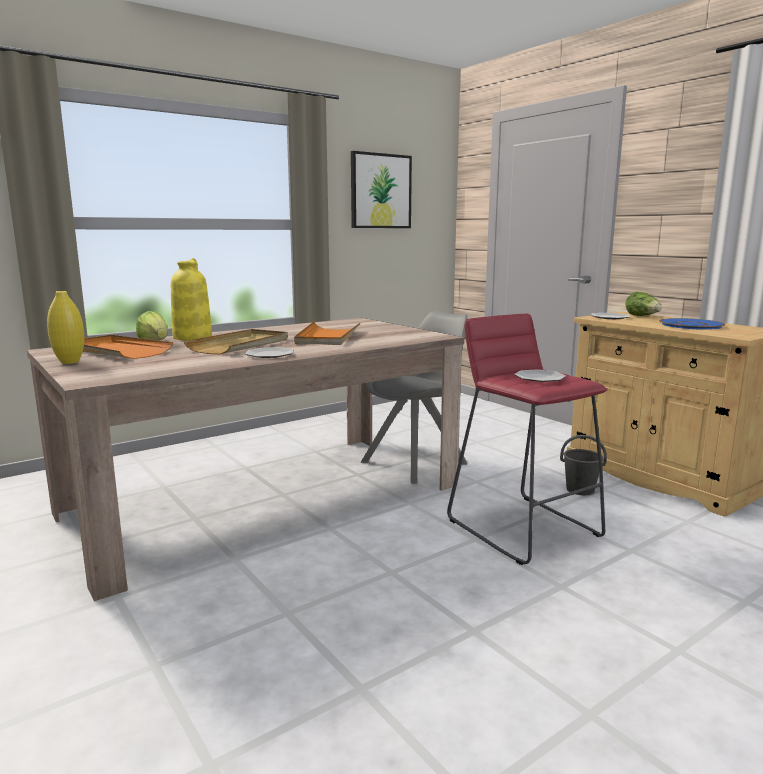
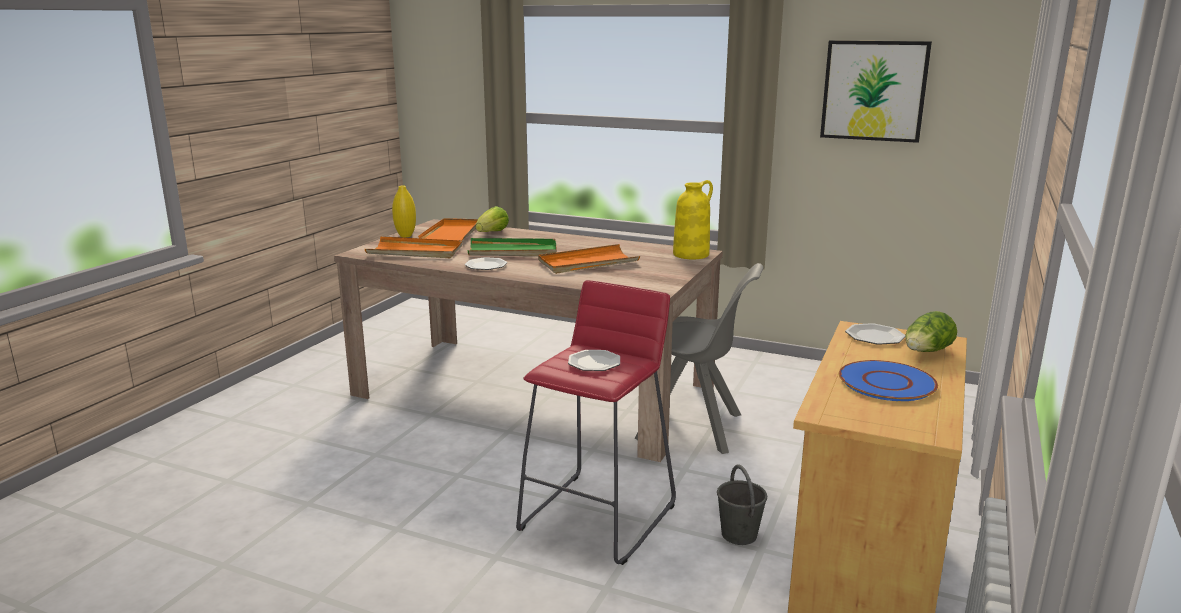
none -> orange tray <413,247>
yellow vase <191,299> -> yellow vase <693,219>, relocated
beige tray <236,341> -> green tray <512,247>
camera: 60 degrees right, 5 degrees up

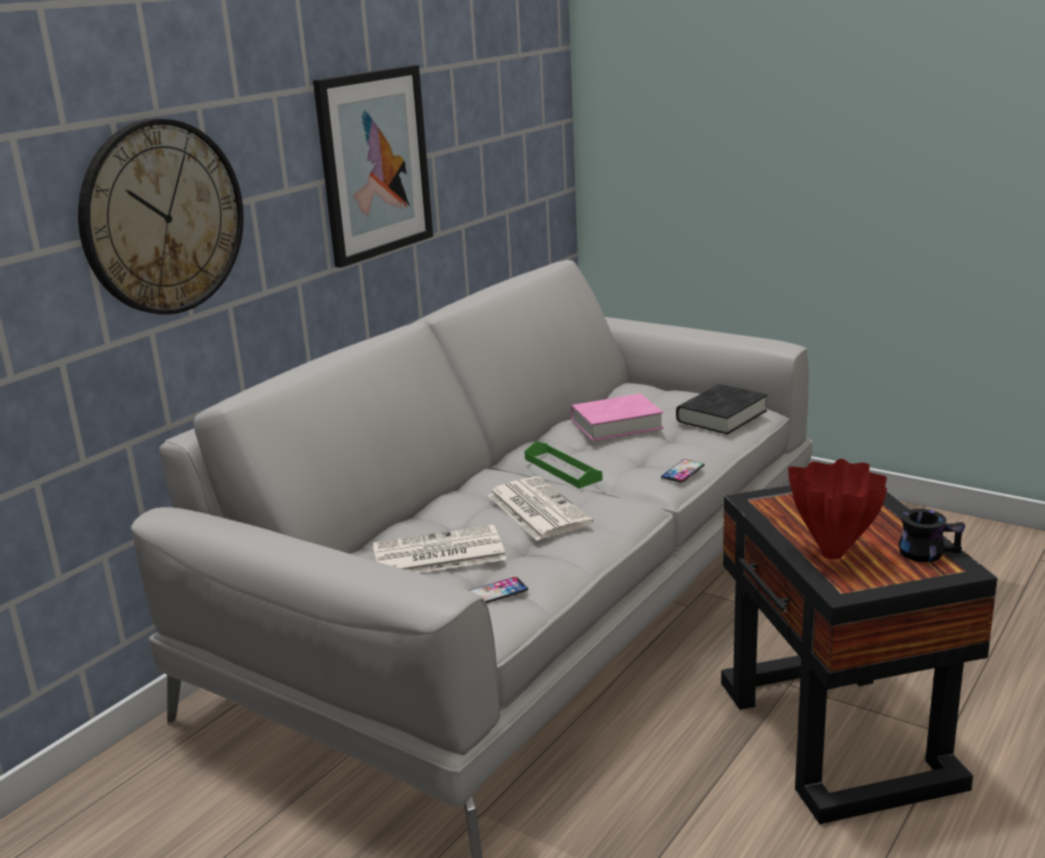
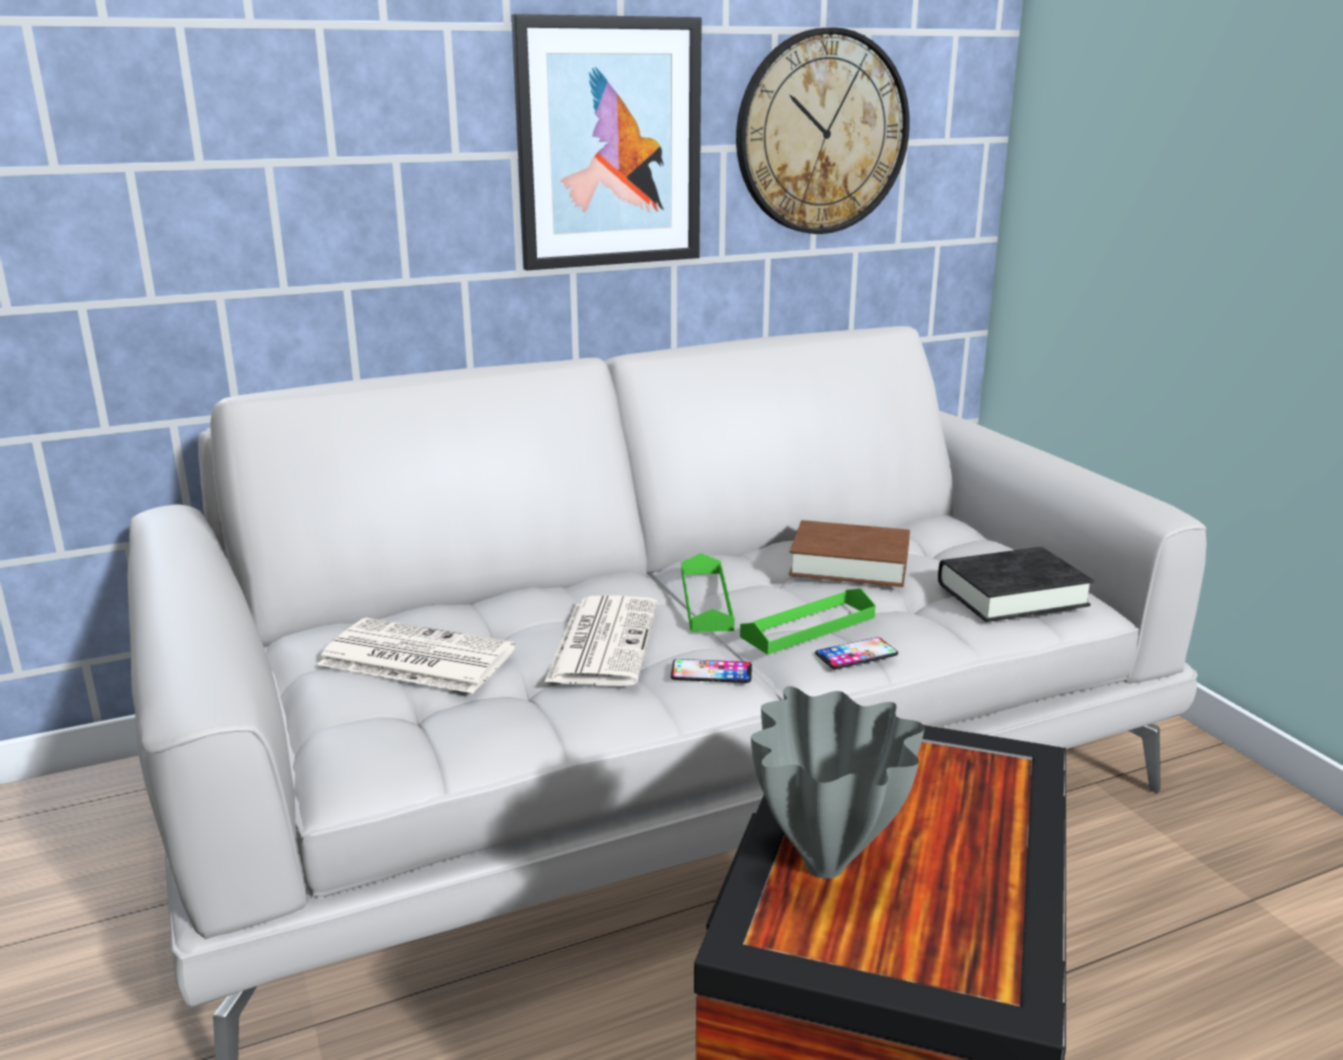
black mug <932,535> -> none
none -> green tray <808,621>
wall clock <161,217> -> wall clock <823,130>, relocated
phone <498,590> -> phone <711,671>, relocated
pink book <617,417> -> brown book <849,553>
red vase <837,509> -> grey vase <838,782>
camera: 30 degrees right, 0 degrees up

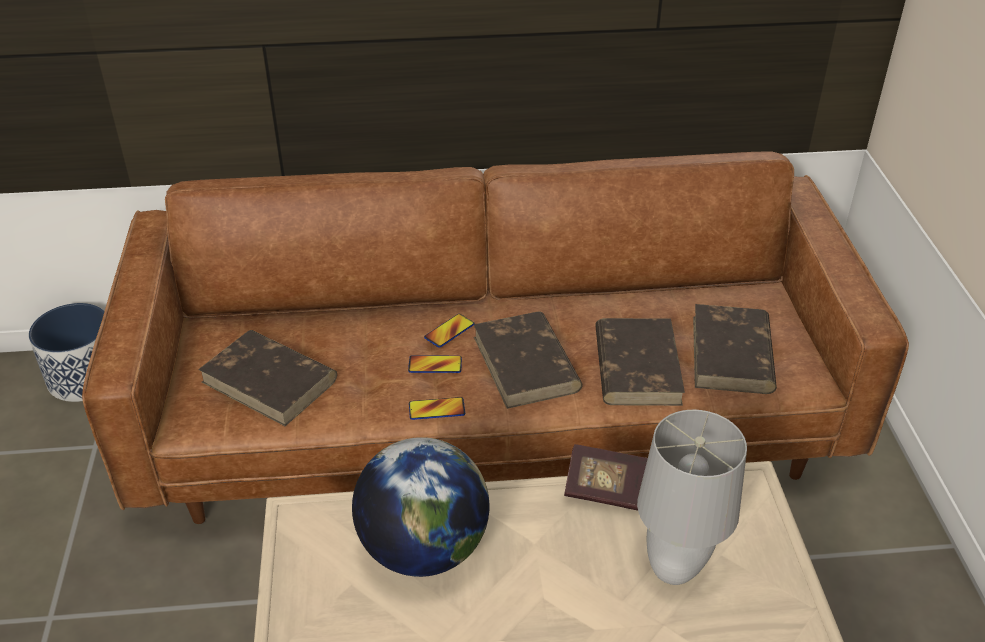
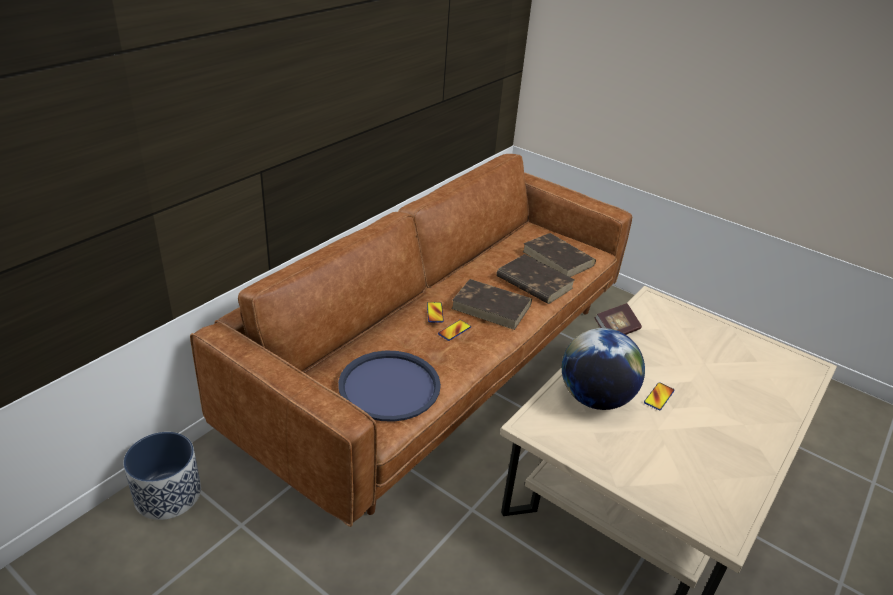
grey table lamp <692,497> -> none
phone <437,408> -> phone <659,396>, relocated
brown book <267,378> -> blue tray <389,386>
camera: 50 degrees left, 5 degrees down

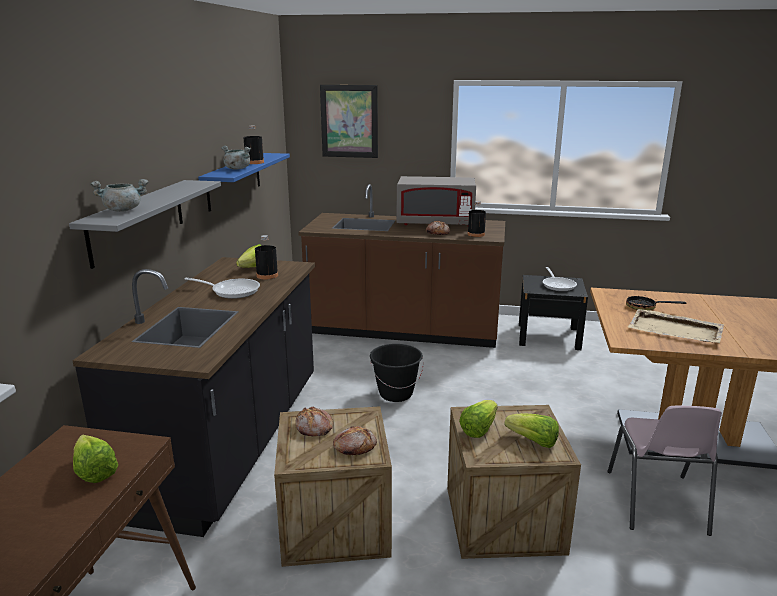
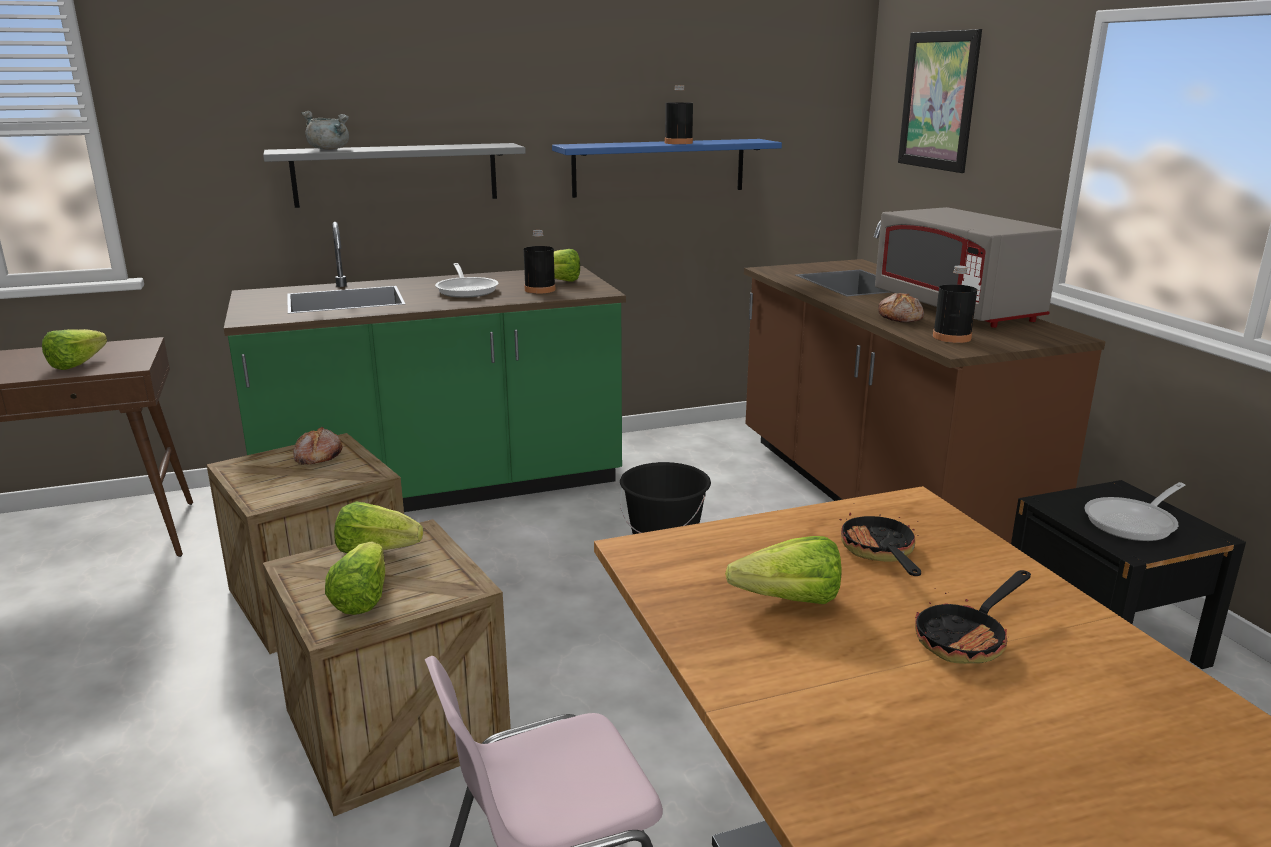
grey cooking pot <236,158> -> none
bread <355,440> -> none
none -> frying pan <973,617>
beige tray <676,326> -> lettuce <783,570>
black counter <193,397> -> green counter <425,367>
camera: 60 degrees right, 0 degrees up

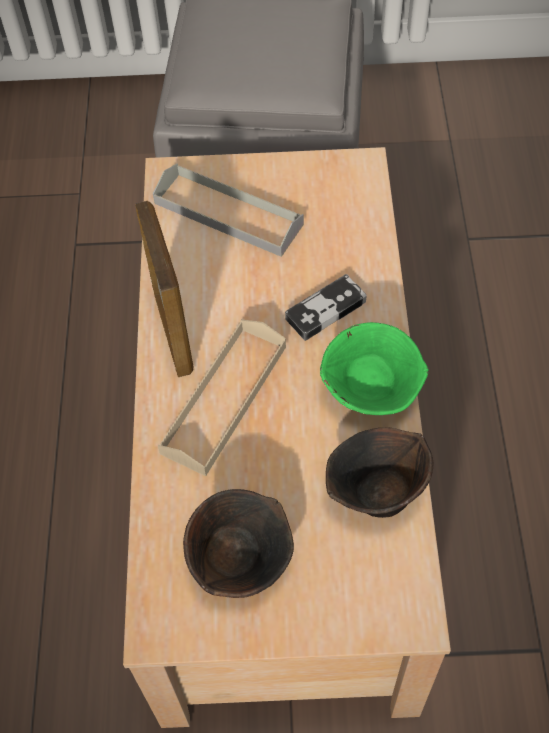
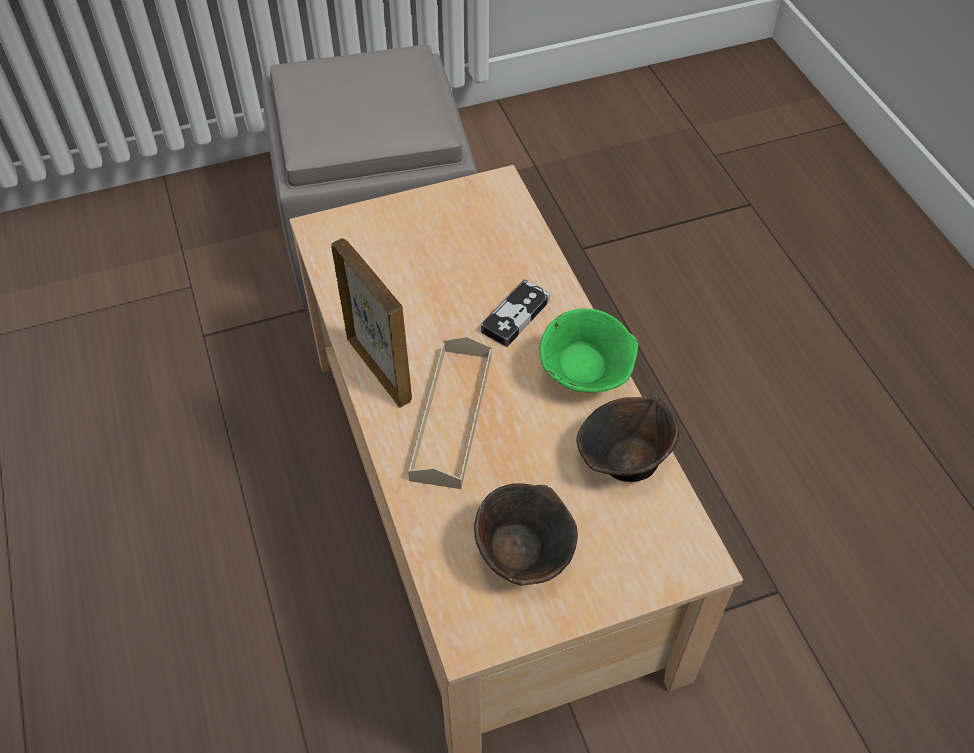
grey tray <228,210> -> none
camera: 20 degrees left, 5 degrees down

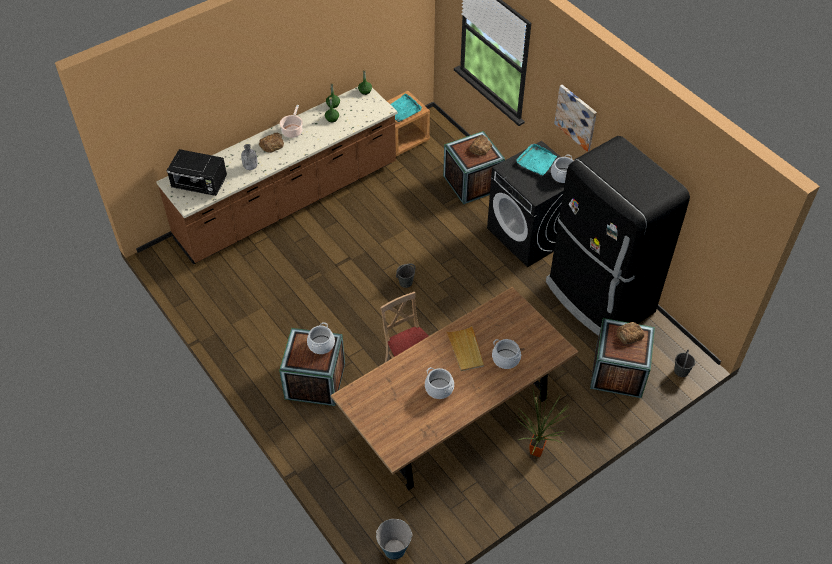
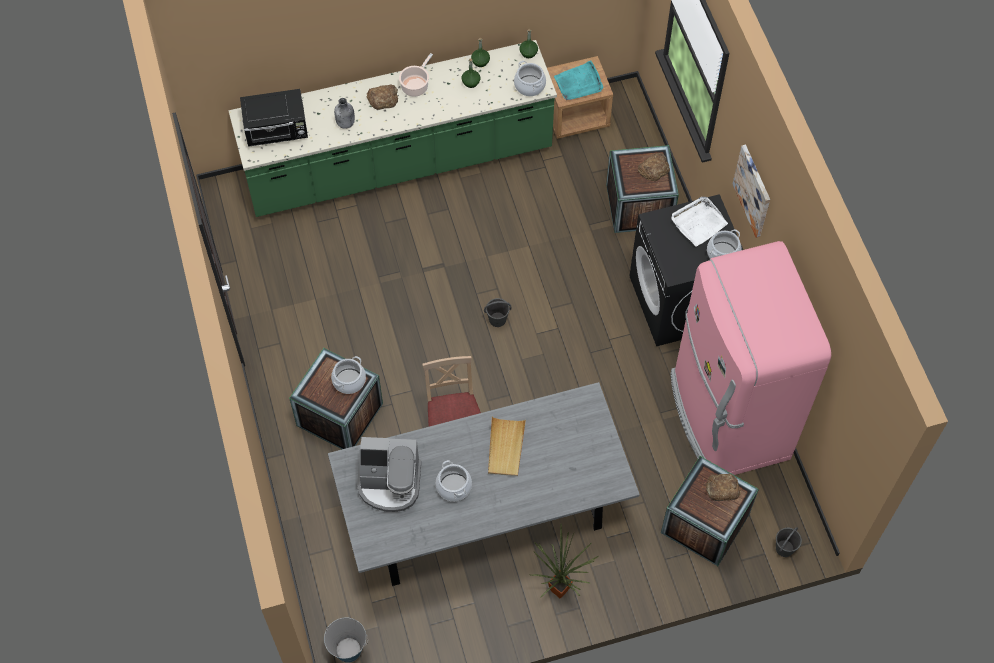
none -> coffee machine <389,474>
cooking pot <507,354> -> cooking pot <530,78>, relocated
brown counter <276,176> -> green counter <393,128>
brown dining table <454,388> -> grey dining table <484,484>
turquoise tray <536,159> -> white tray <699,222>
black fridge <618,236> -> pink fridge <751,358>
black microwave <197,172> -> black microwave <274,118>, 45 degrees counterclockwise
camera: 20 degrees right, 10 degrees up

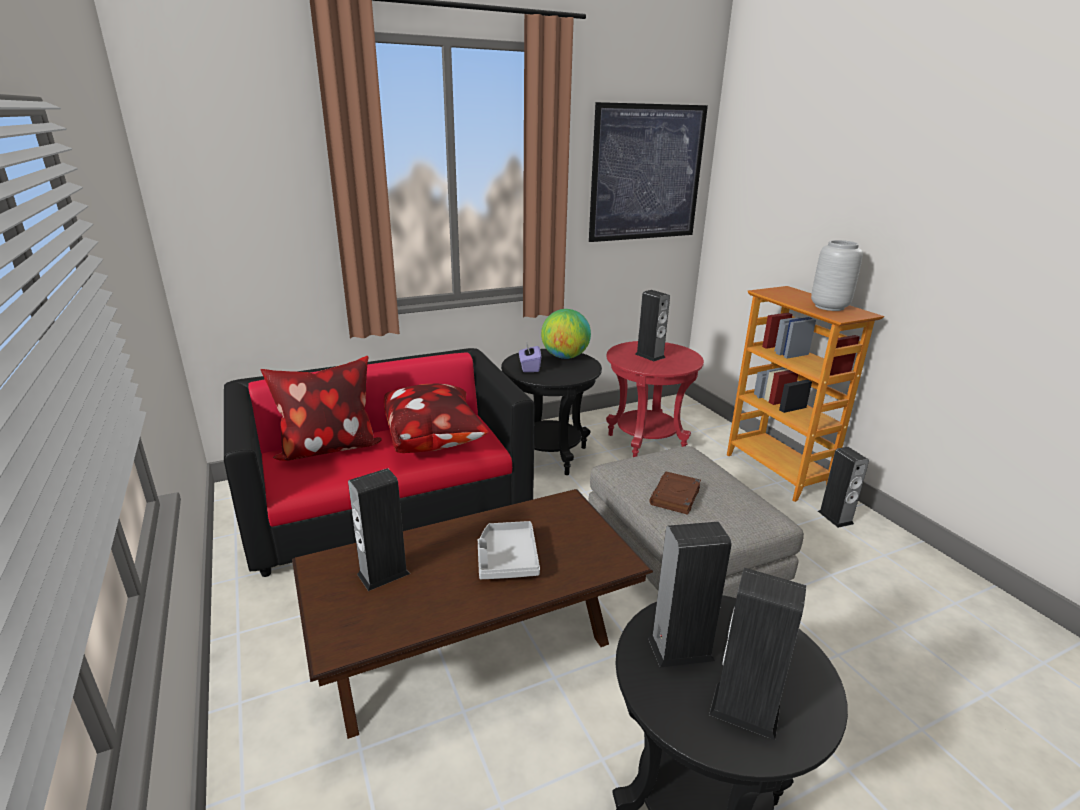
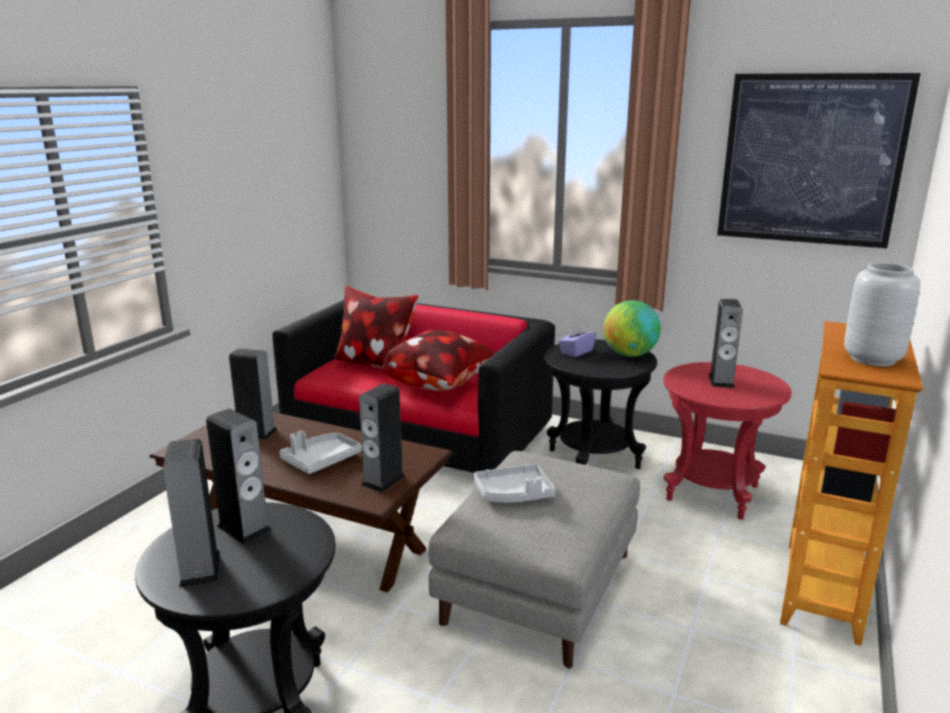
speaker <843,487> -> speaker <382,438>, relocated
brown book <675,493> -> grey tray <514,483>
camera: 50 degrees right, 5 degrees down

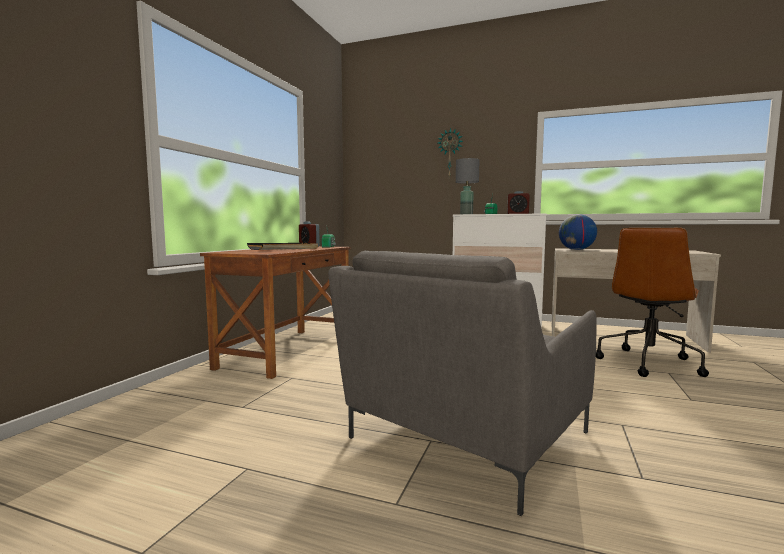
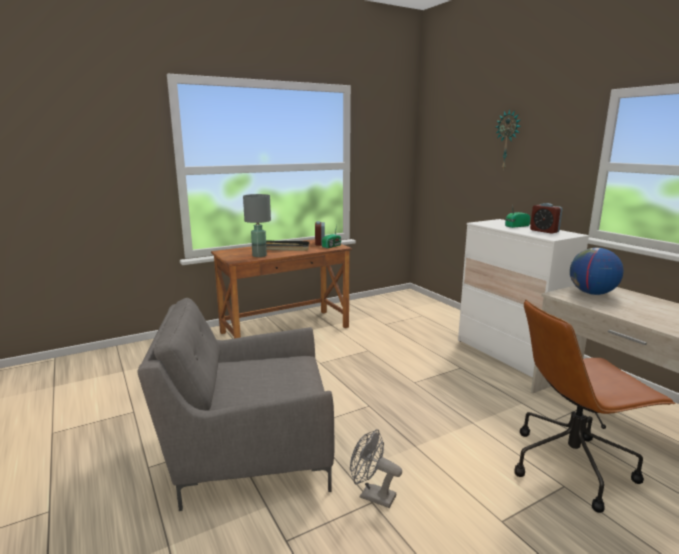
none -> grey fan <376,468>
grey table lamp <468,186> -> grey table lamp <257,225>, relocated
camera: 40 degrees right, 10 degrees up

